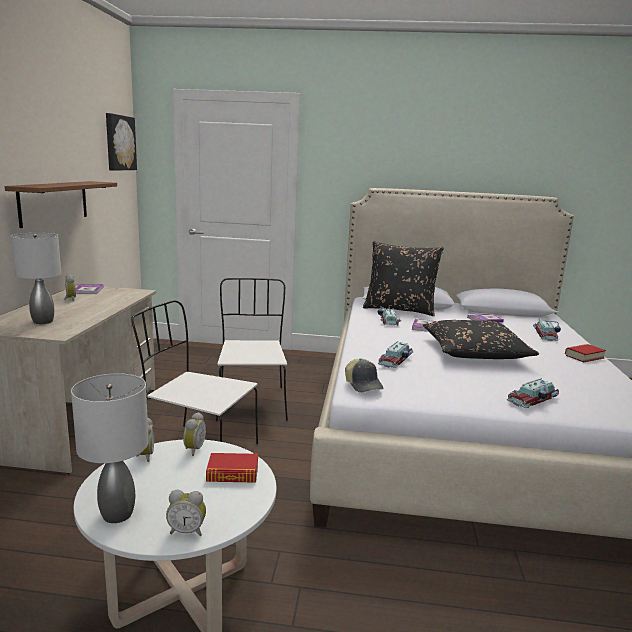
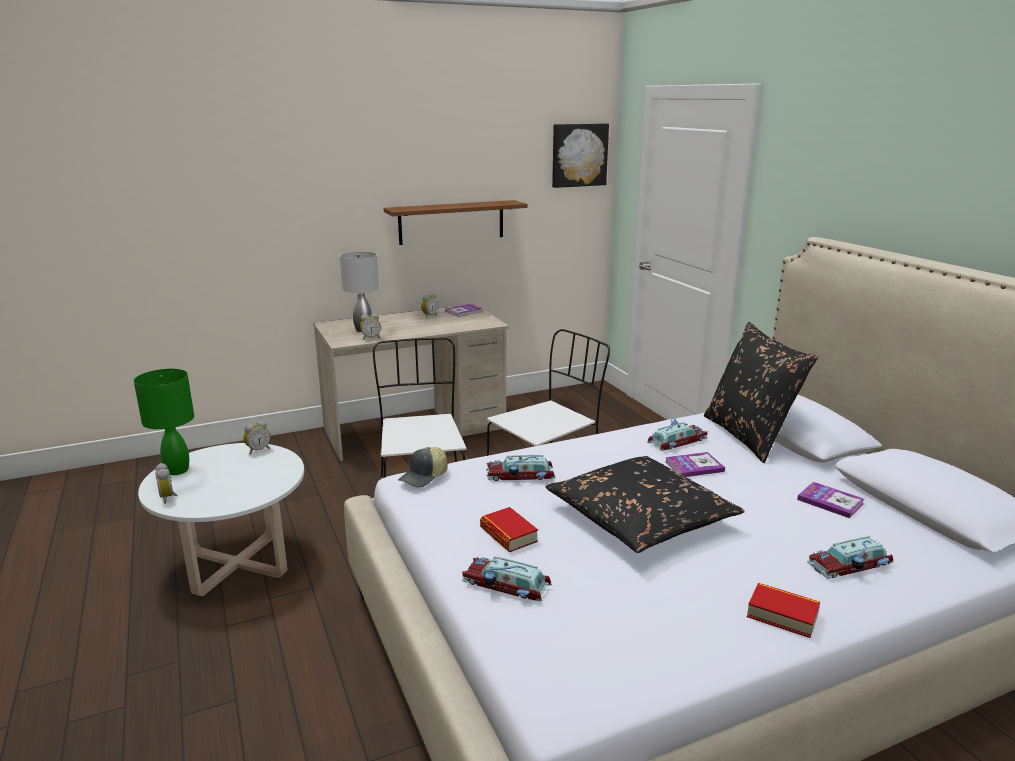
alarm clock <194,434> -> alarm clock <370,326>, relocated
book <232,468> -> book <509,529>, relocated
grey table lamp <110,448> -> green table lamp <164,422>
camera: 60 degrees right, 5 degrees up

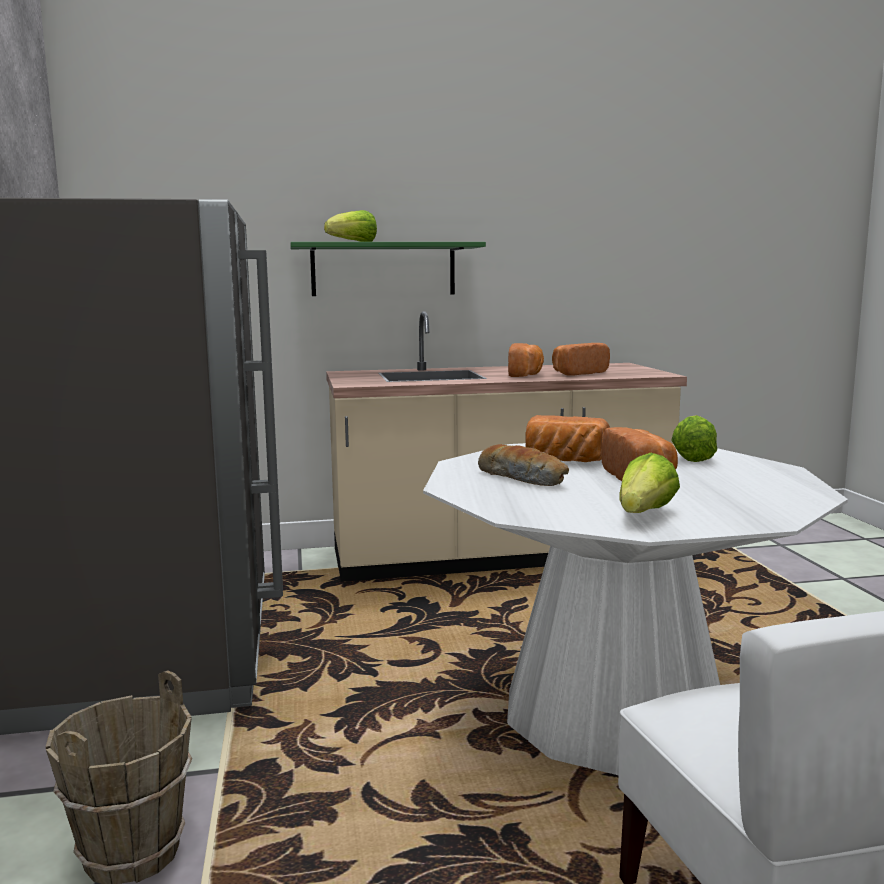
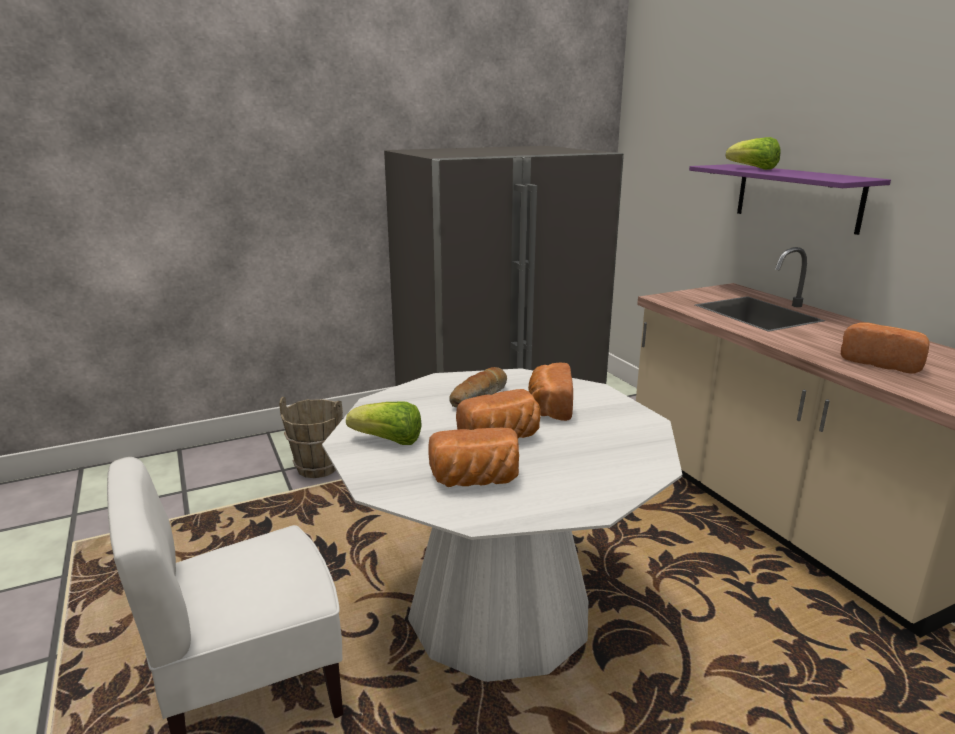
lettuce <694,438> -> none
bread <526,360> -> bread <473,457>, relocated
green shelf <388,269> -> purple shelf <790,199>
camera: 75 degrees right, 10 degrees up

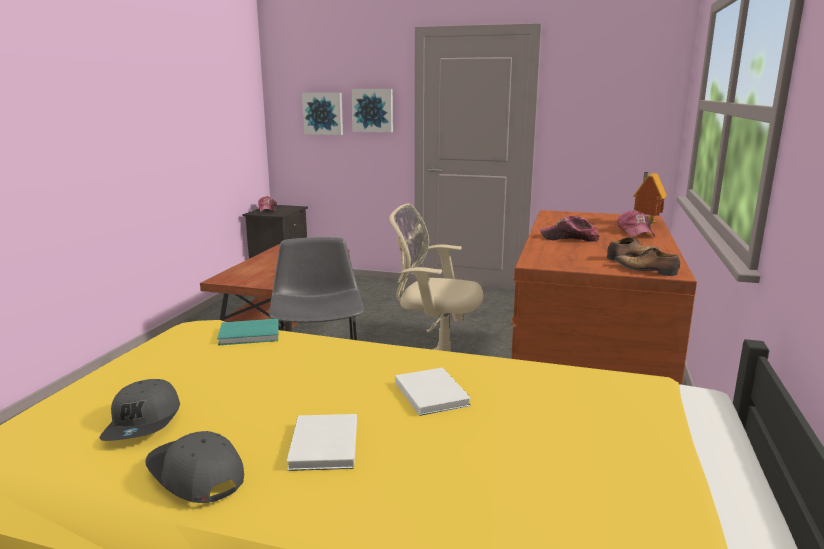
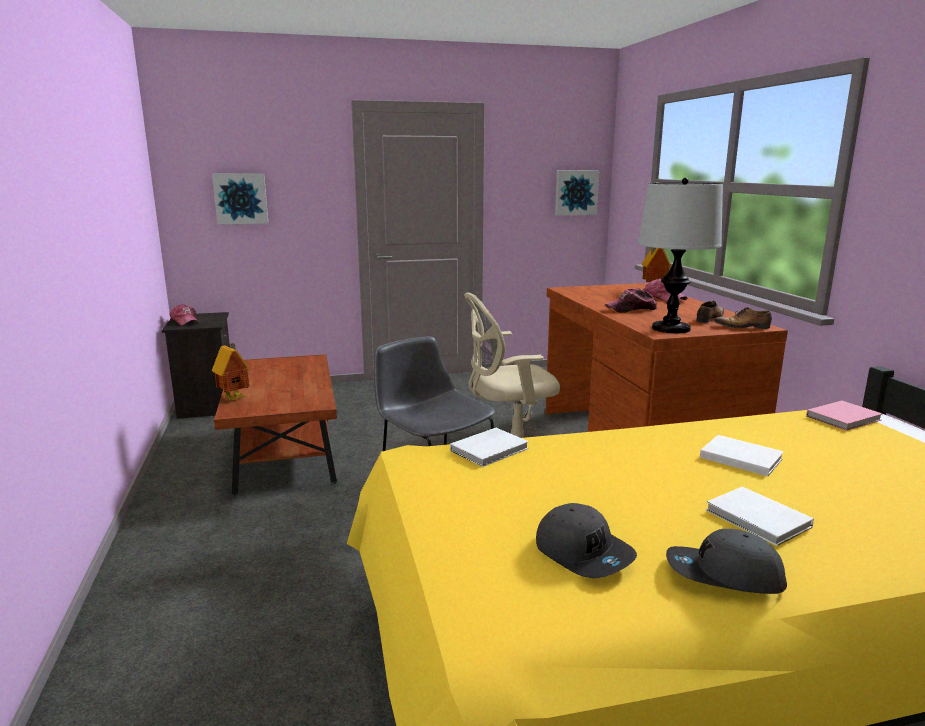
none -> toy house <231,372>
none -> table lamp <680,255>
none -> pink book <844,416>
picture <372,110> -> picture <577,193>, relocated
turquoise book <248,332> -> white book <489,447>
camera: 30 degrees left, 0 degrees up

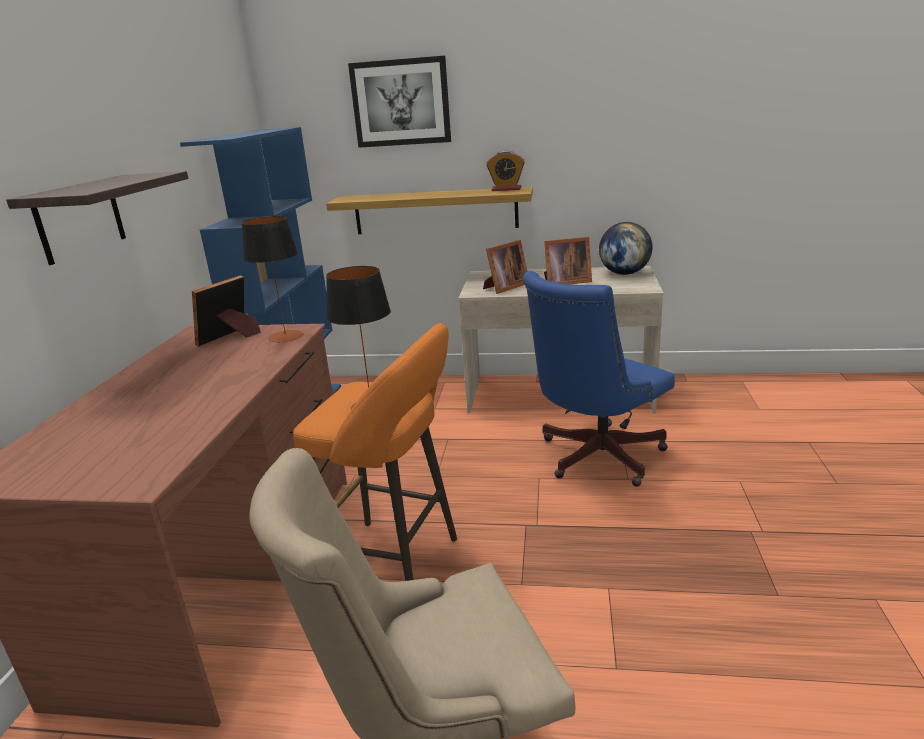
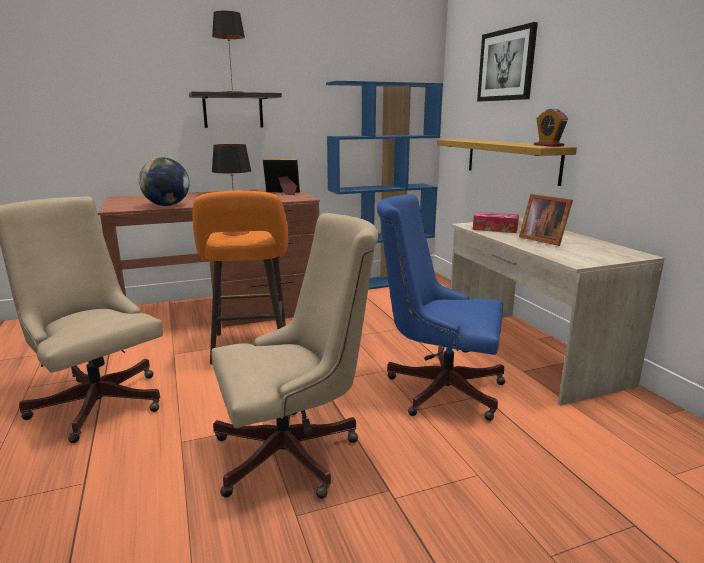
none -> beige office chair <295,356>
table lamp <272,279> -> table lamp <228,51>, relocated
globe <626,248> -> globe <164,182>, relocated
picture frame <505,267> -> tissue box <496,222>
camera: 60 degrees right, 5 degrees down

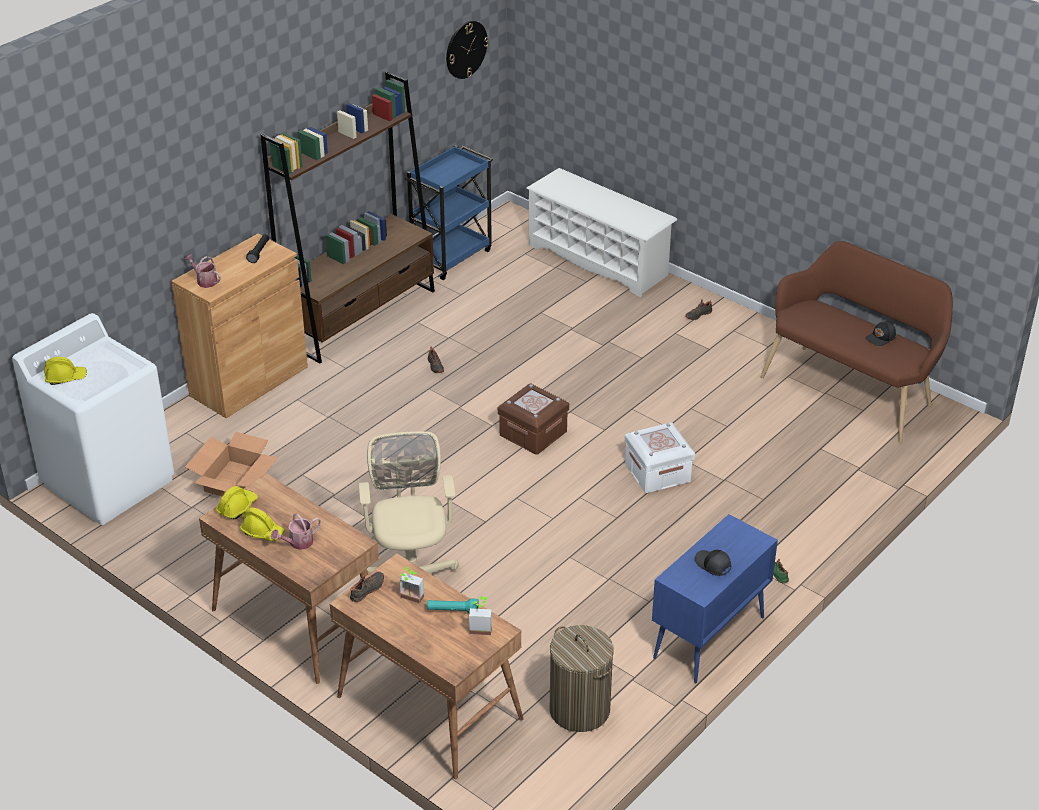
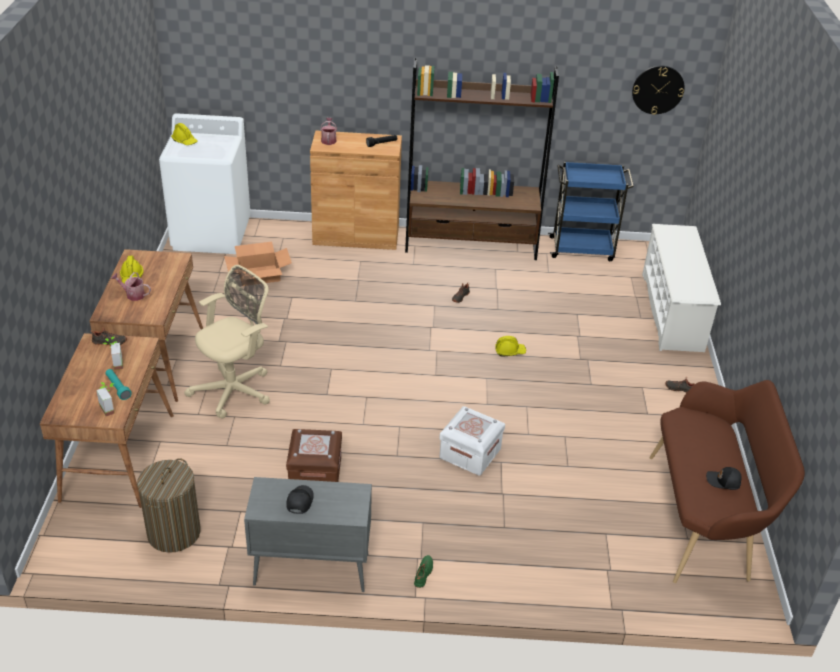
yellow hard hat <237,502> -> yellow hard hat <510,346>, relocated
brown storage box <533,419> -> brown storage box <314,455>, relocated
blue cabinet <715,598> -> grey cabinet <308,534>
camera: 50 degrees right, 0 degrees up

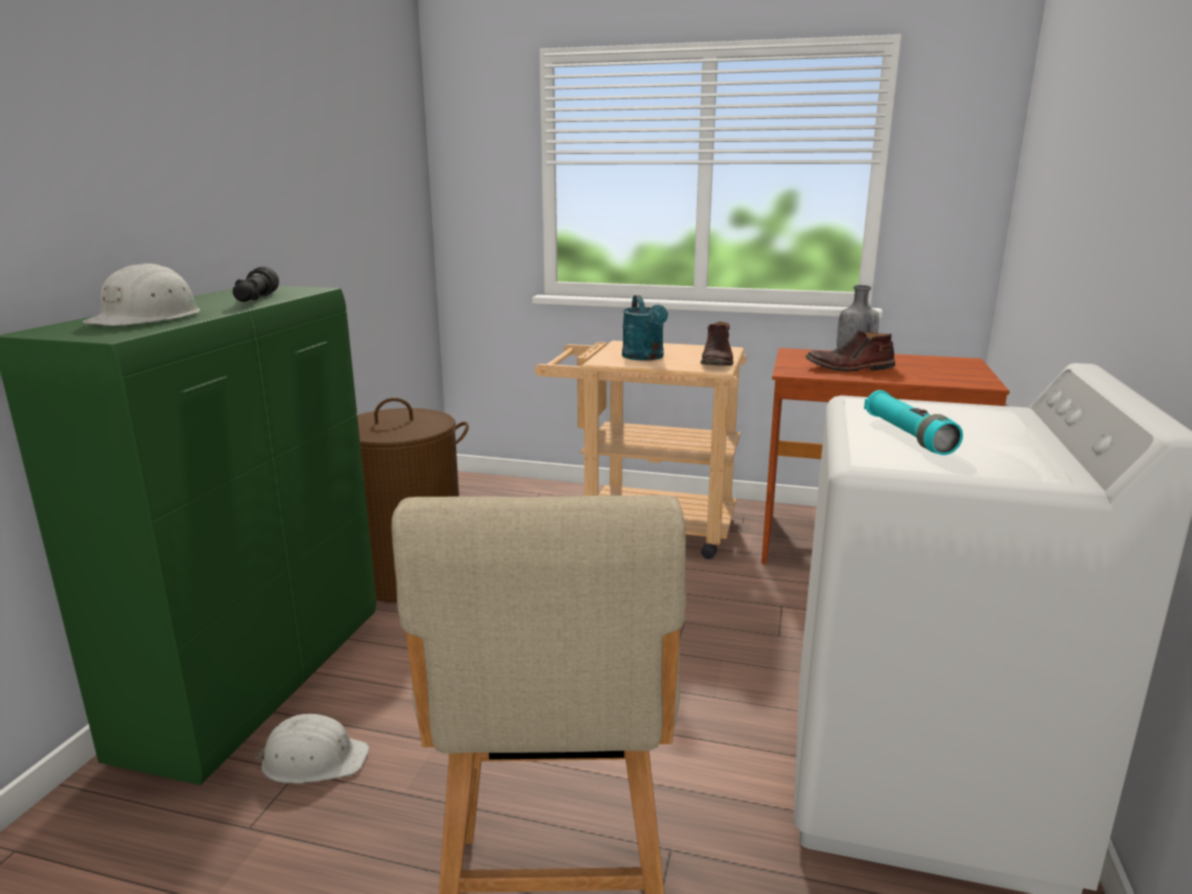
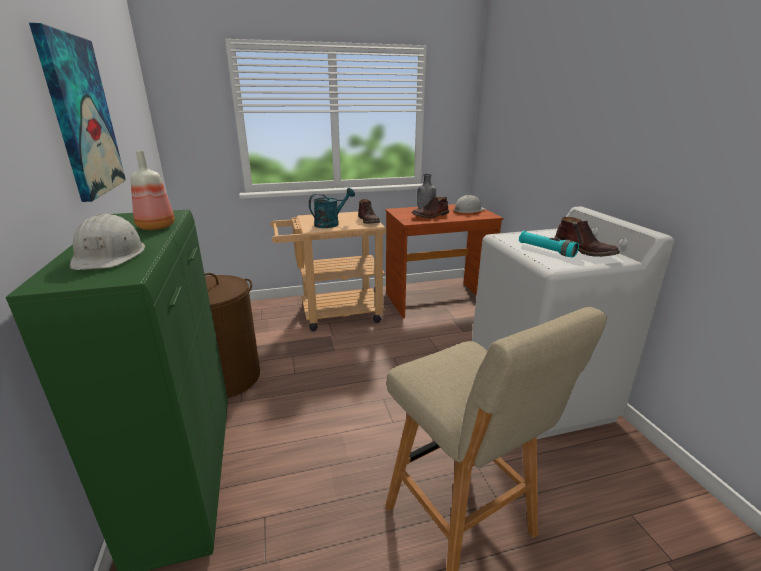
none -> picture <77,112>
none -> brown boot <587,237>
white hard hat <311,749> -> white hard hat <470,204>, relocated
black flashlight <256,284> -> bottle <153,190>
turquoise watering can <645,328> -> turquoise watering can <332,208>, 90 degrees counterclockwise
camera: 30 degrees left, 5 degrees up

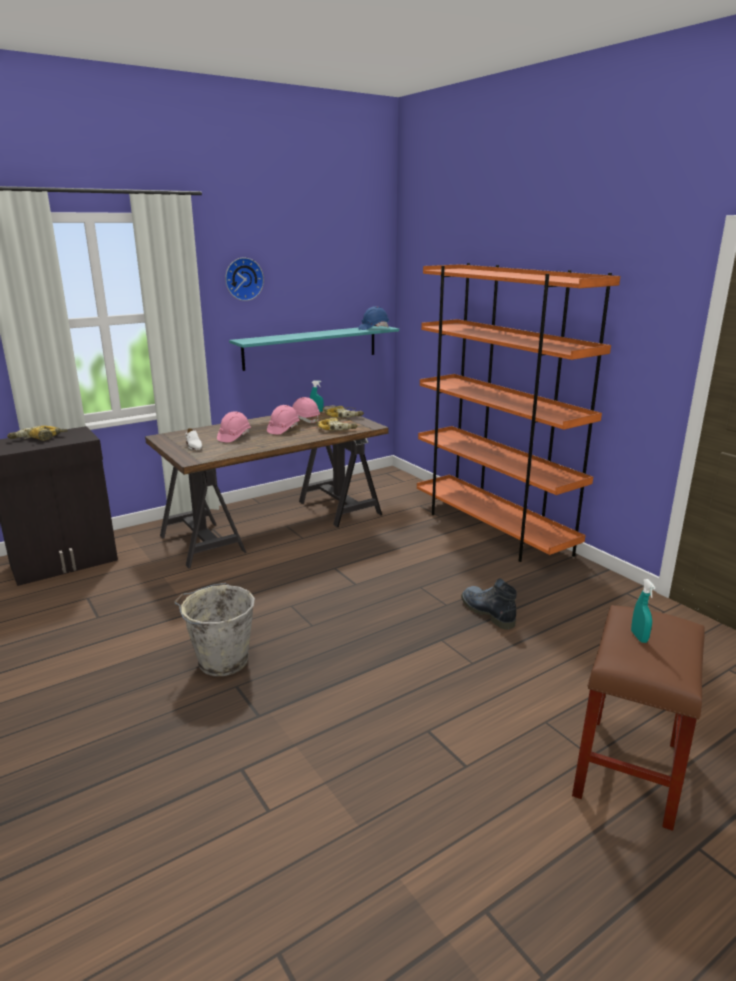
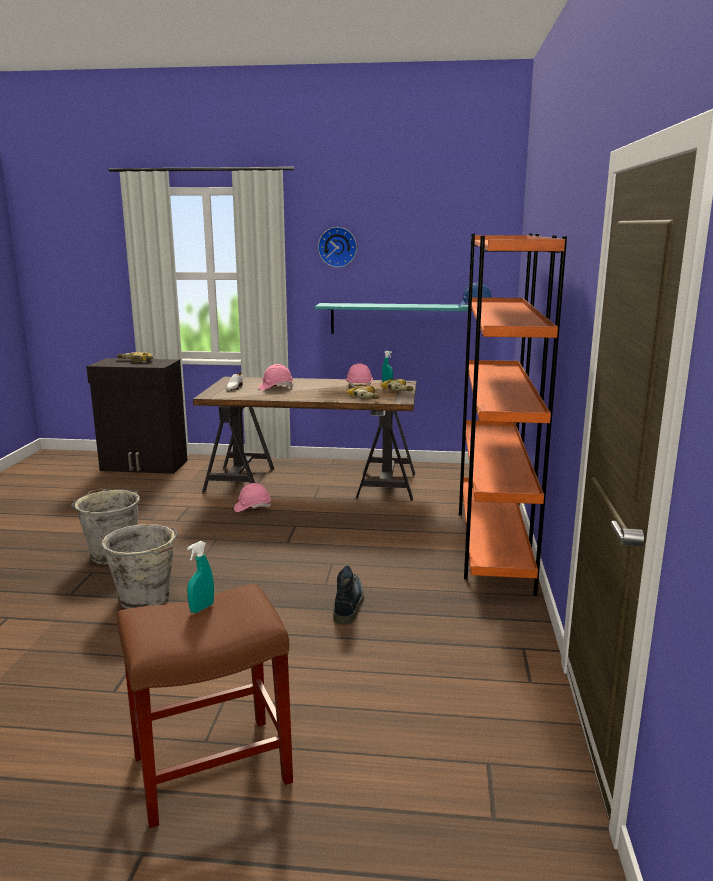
none -> grey bucket <139,566>
pink hard hat <283,420> -> pink hard hat <252,497>, relocated
camera: 40 degrees right, 5 degrees down

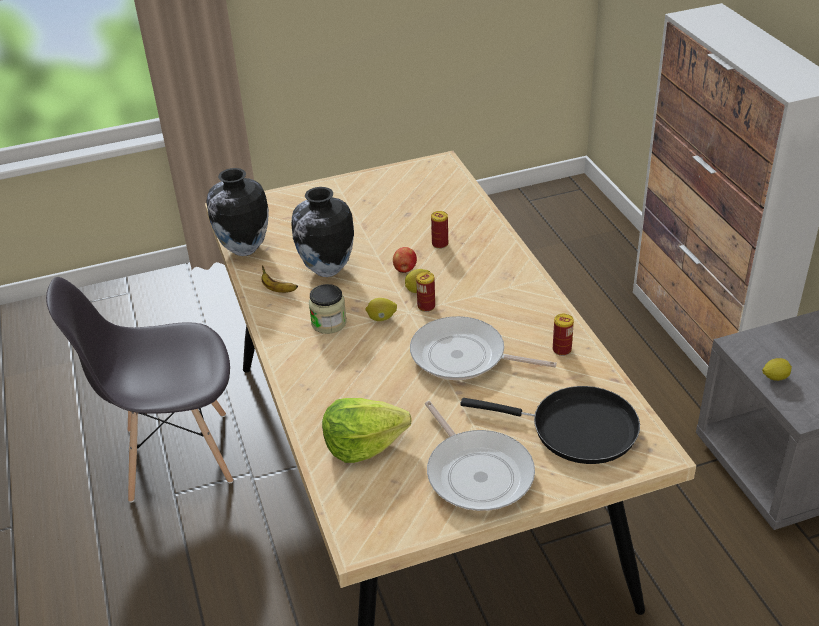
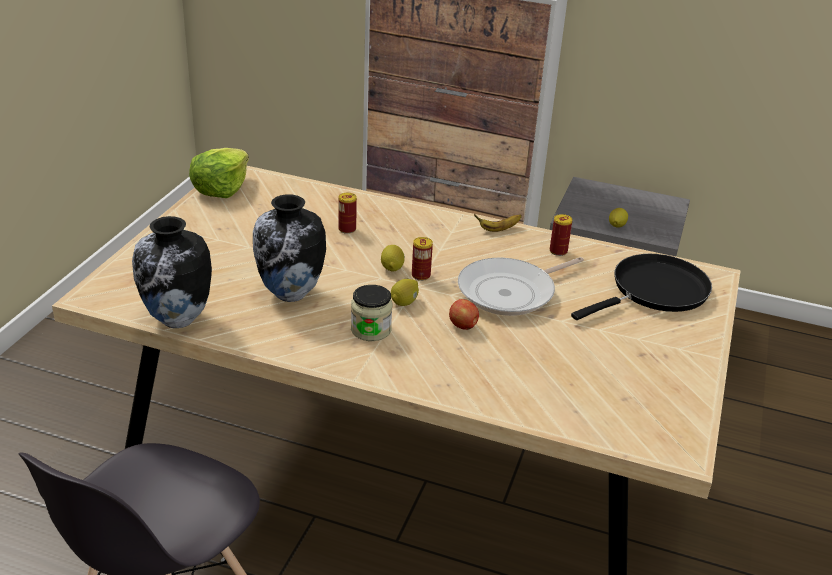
frying pan <480,456> -> none
banana <279,279> -> banana <498,223>, relocated
lettuce <367,430> -> lettuce <219,173>, relocated
apple <405,260> -> apple <464,314>, relocated
camera: 55 degrees left, 5 degrees down

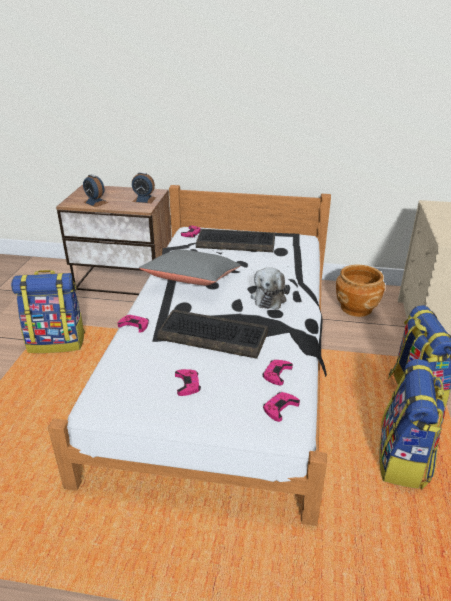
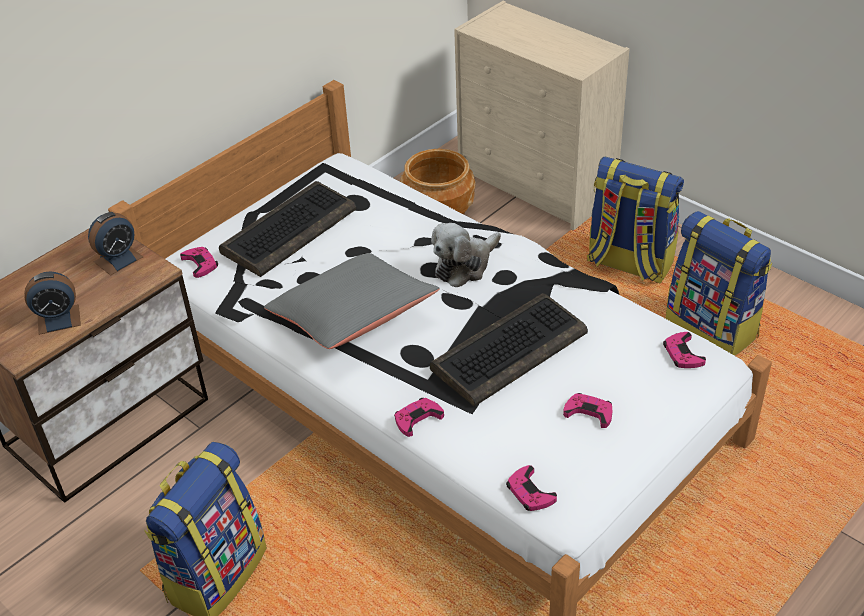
pink game controller <278,372> -> pink game controller <531,488>, relocated
plush toy <270,288> -> plush toy <466,255>, 90 degrees clockwise
camera: 55 degrees left, 10 degrees up

